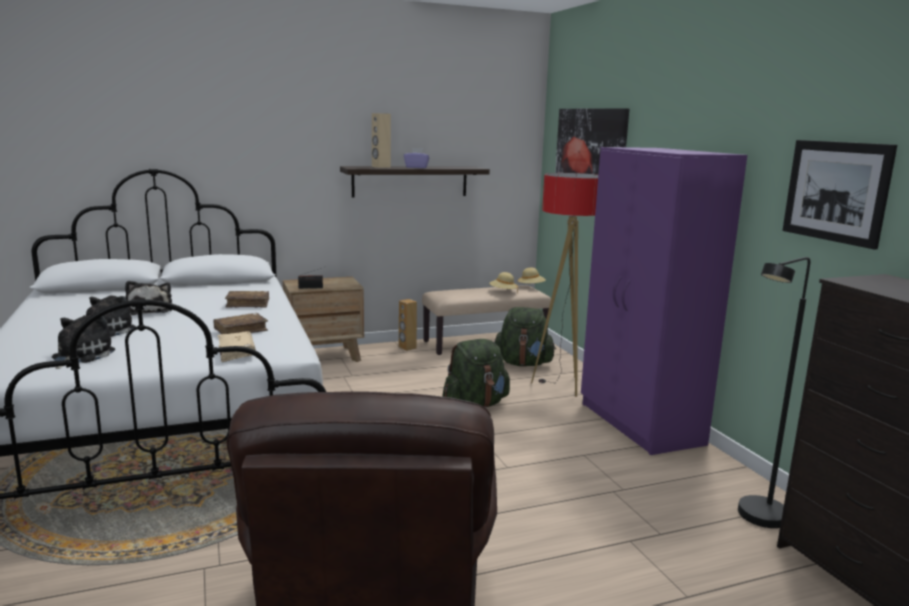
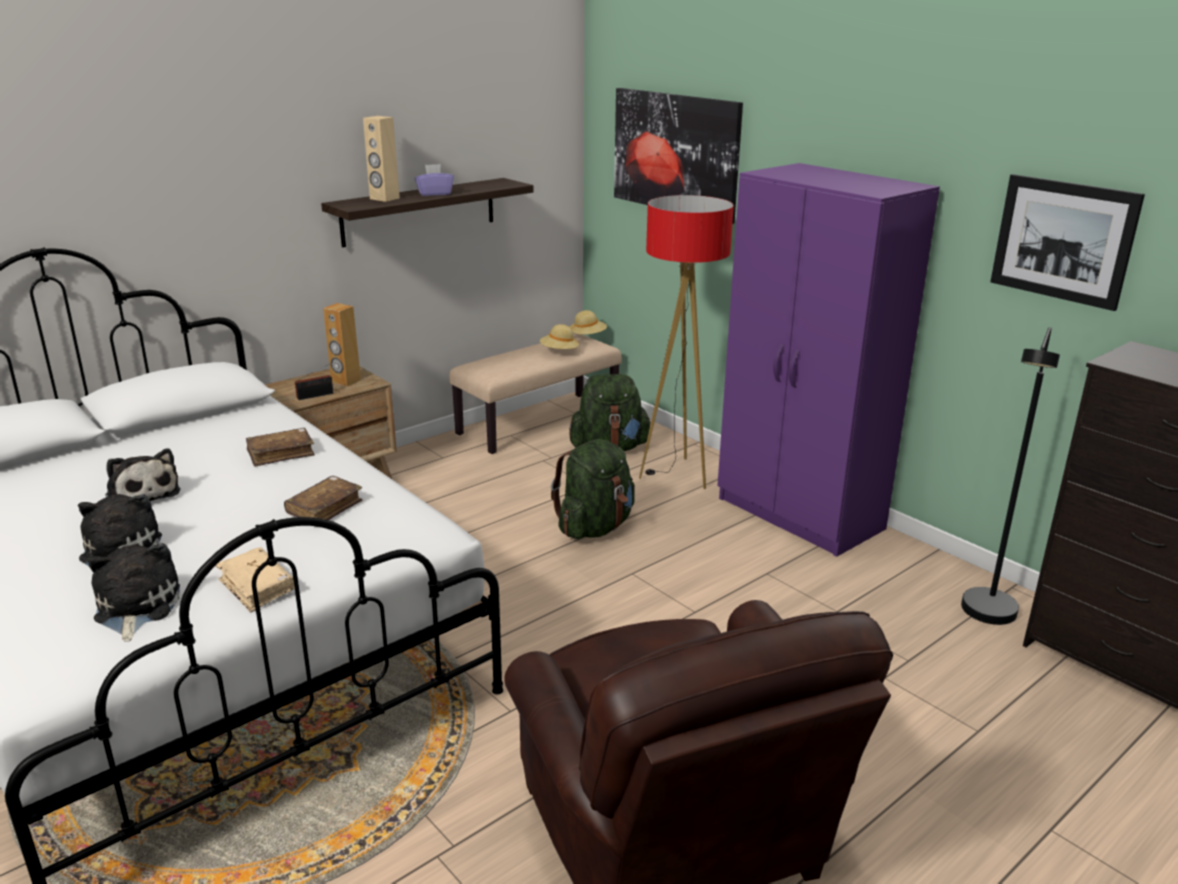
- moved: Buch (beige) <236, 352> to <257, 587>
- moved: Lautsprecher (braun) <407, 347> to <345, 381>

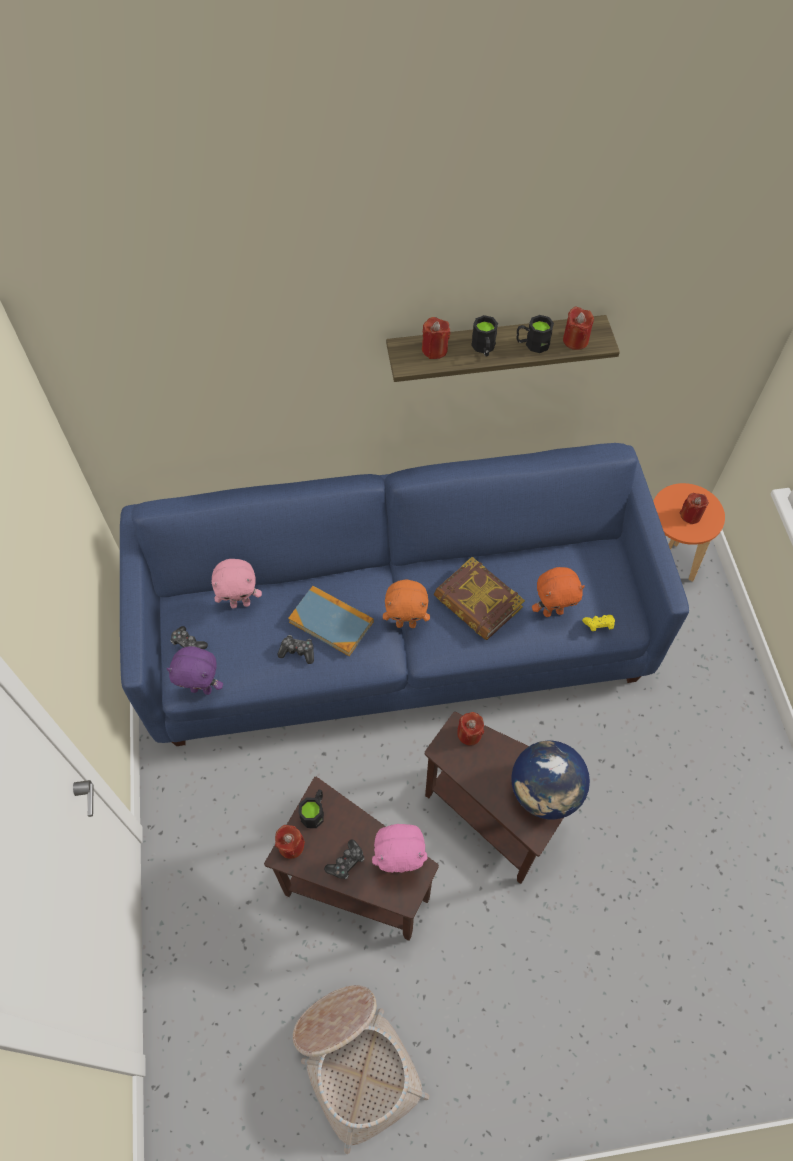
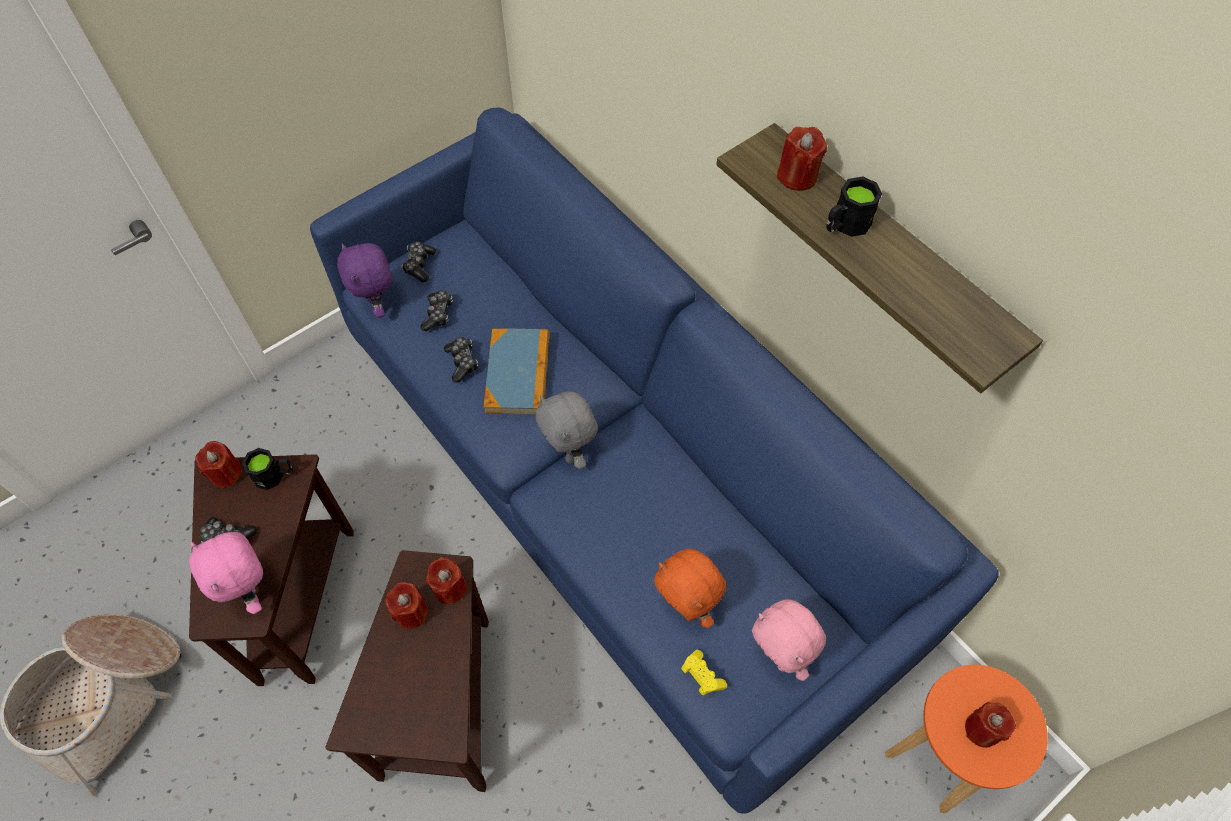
- moved: Plüschtier (rosa) <240, 603> to <778, 657>
- recoloured: Plüschtier (orange) <406, 623> to Plüschtier (grau) <569, 452>
- removed: Buch <477, 603>
- removed: Globus <545, 792>
- removed: Henkelbecher (schwarz) <532, 344>
- moved: Kerze (rot) <575, 340> to <411, 612>
- added: Gamepad <438, 314>

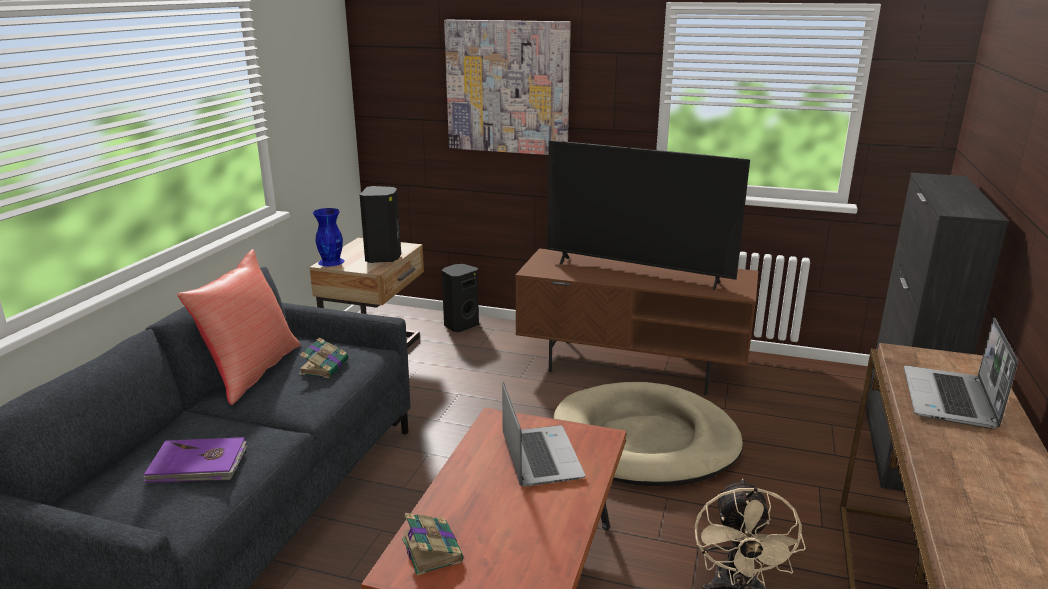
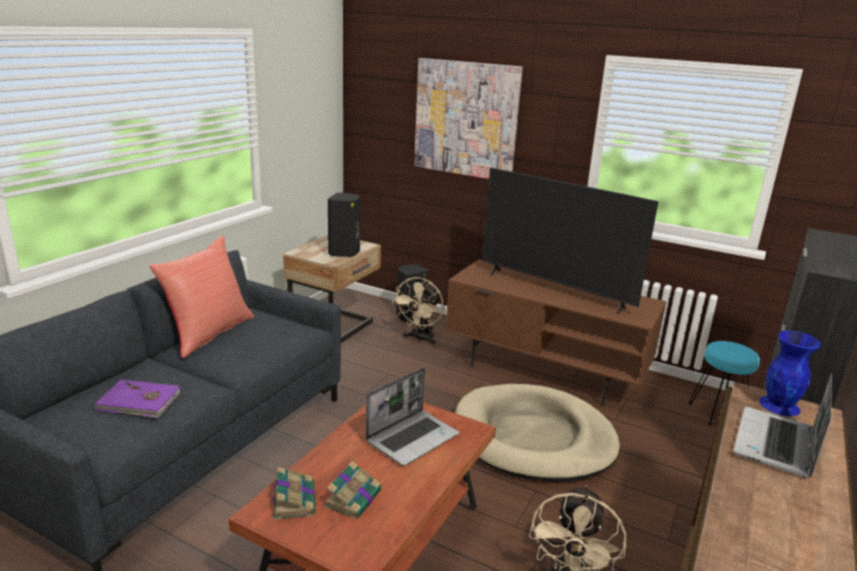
- moved: Buch <324, 366> to <353, 498>
- moved: Vase (blau) <331, 262> to <780, 405>
- turned: Laptop <539, 456> = <412, 438> 45 degrees clockwise
- added: Ventilator (beige) <420, 339>
- added: Hocker (türkis) <717, 413>

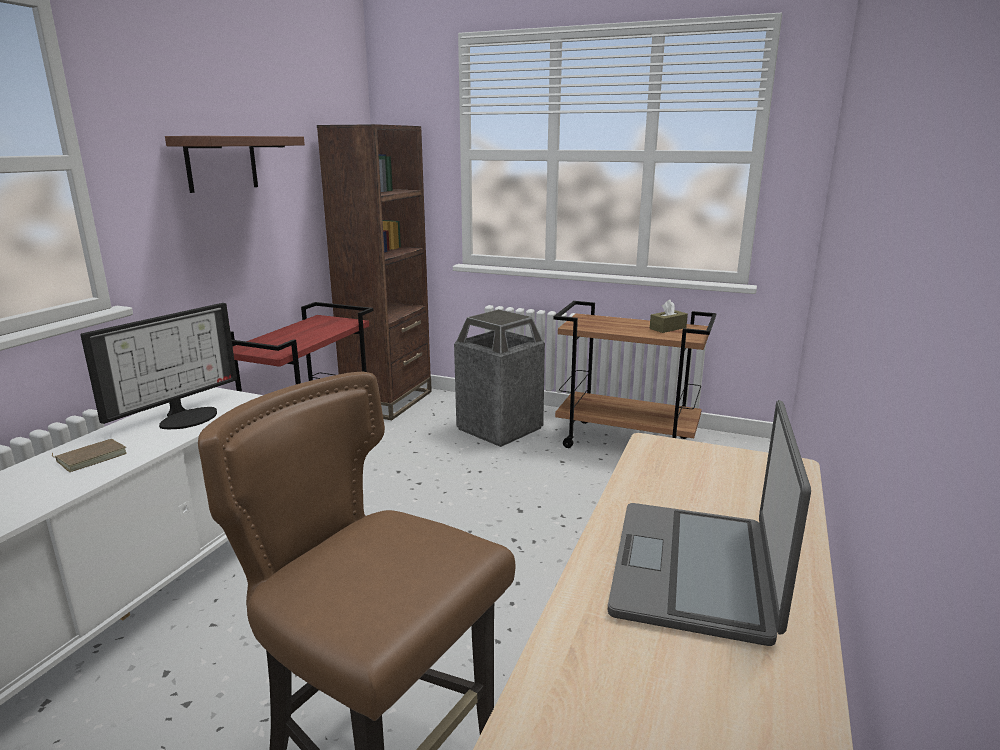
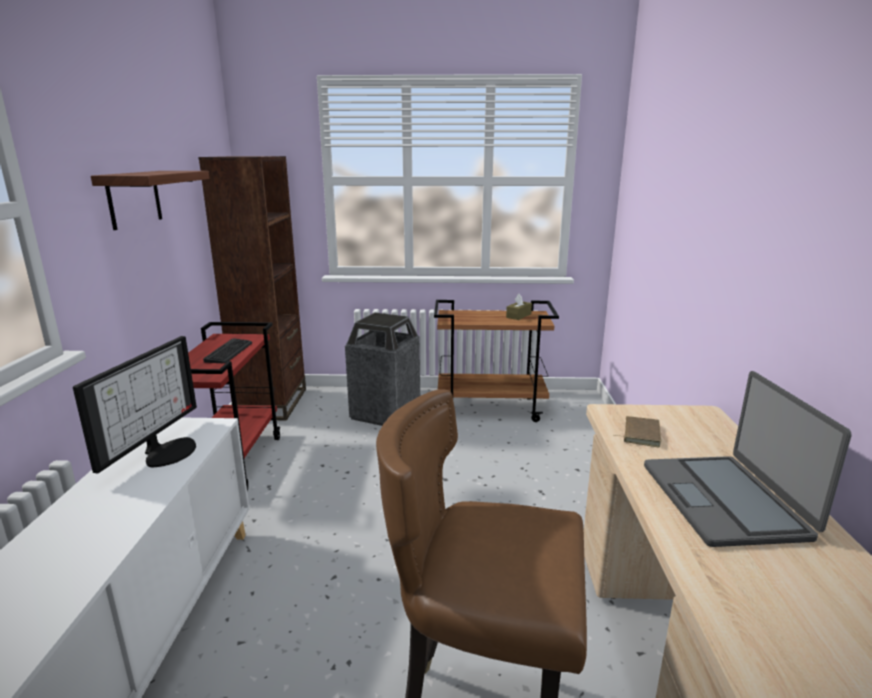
- moved: Buch (braun) <91, 457> to <639, 434>
- added: Tastatur <229, 352>

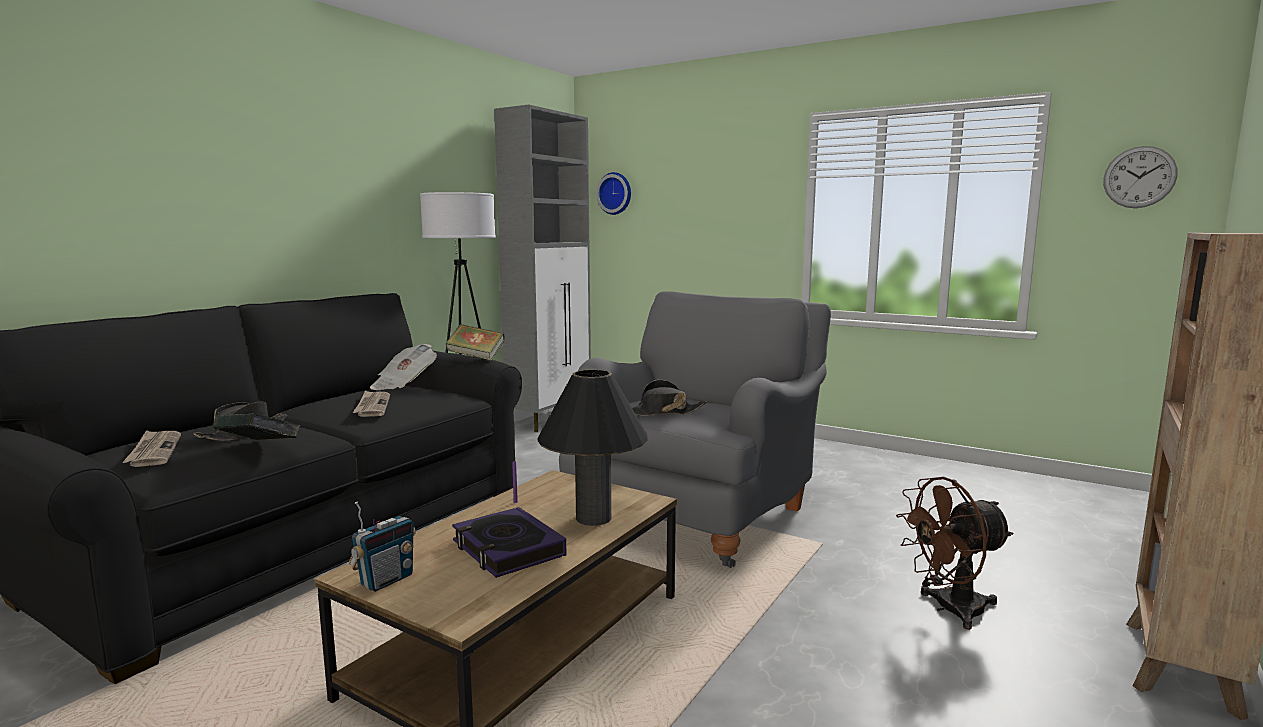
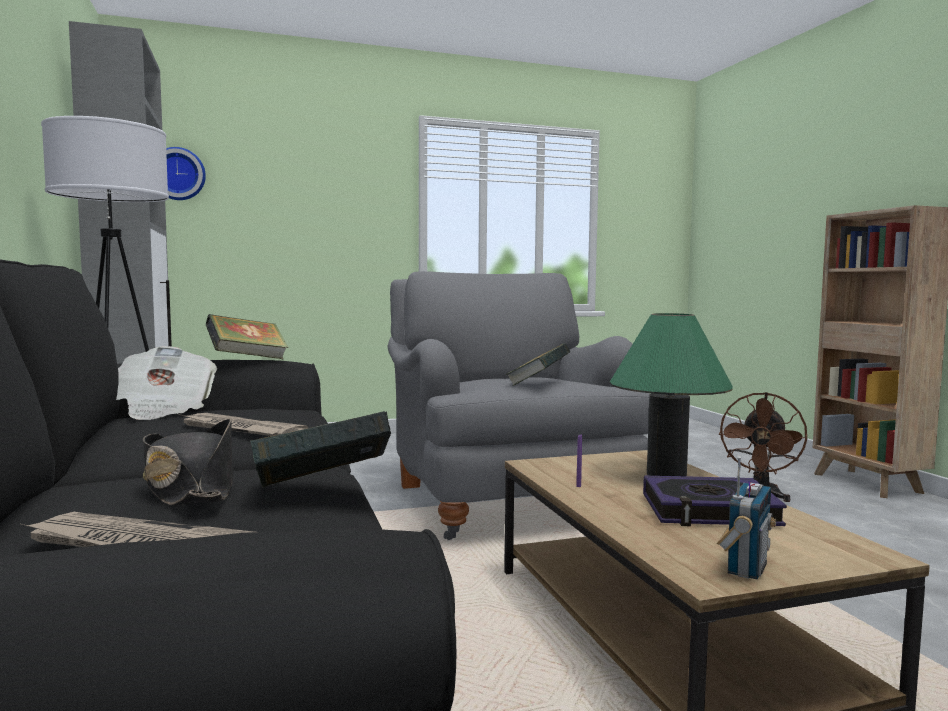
- turned: Radio <386, 580> = <745, 567> 45 degrees clockwise
- recoloured: Tischlampe (schwarz) <593, 518> to Tischlampe (grün) <666, 474>
- replaced: Hut (schwarz) <662, 412> to Buch <538, 384>
- removed: Wanduhr <1139, 177>

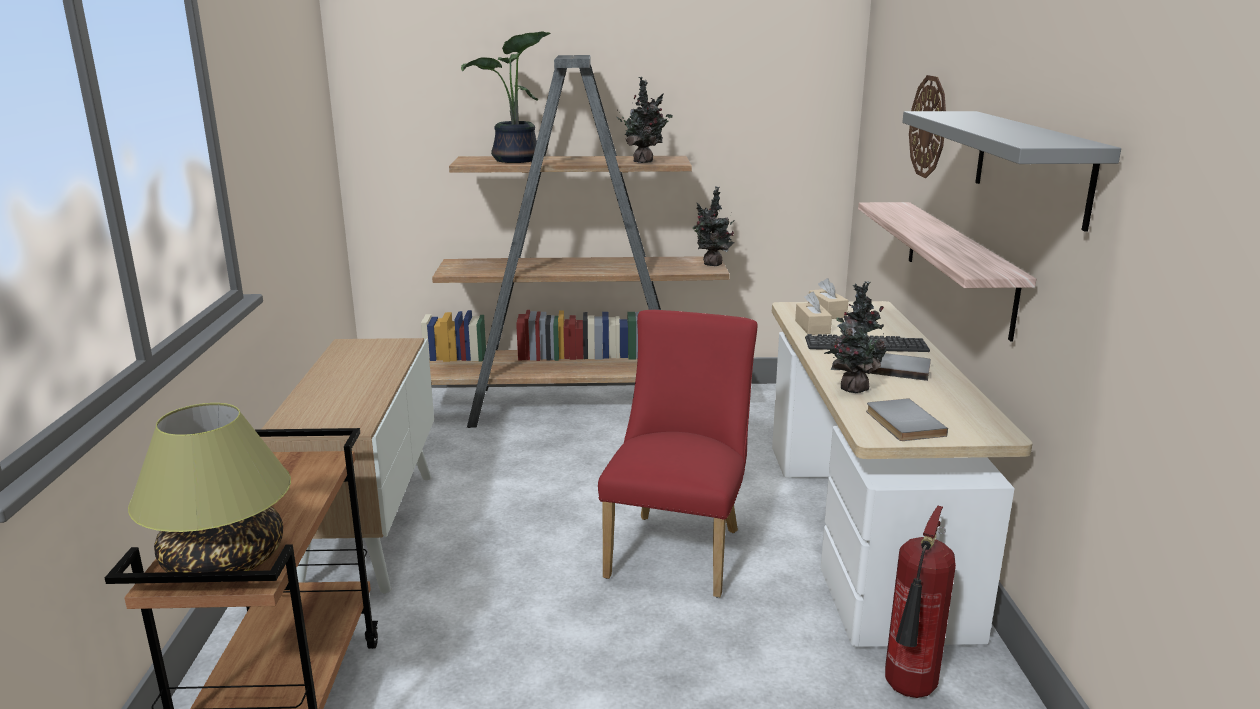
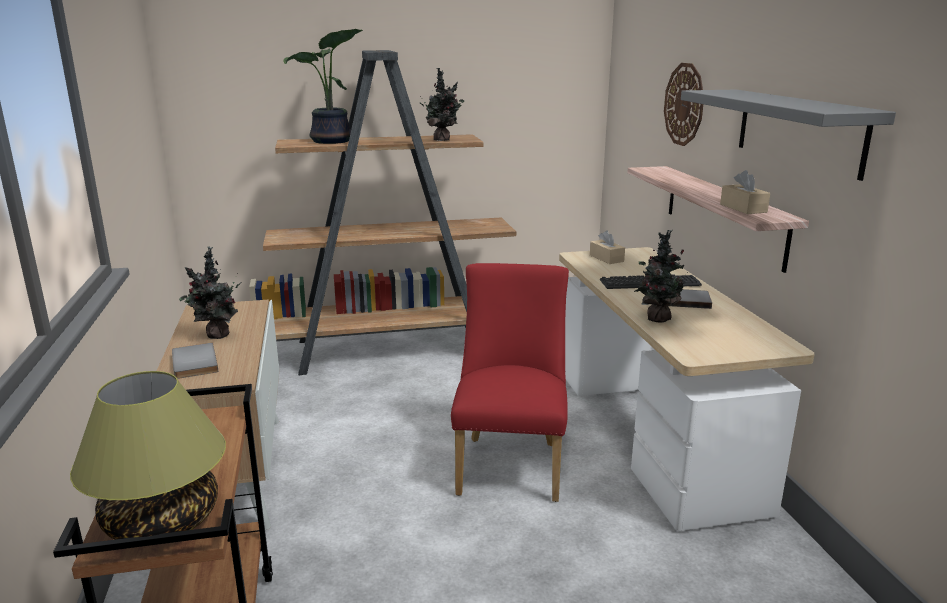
- moved: Topfpflanze <712, 264> to <217, 336>
- moved: Taschentuchbox (beige) <812, 327> to <743, 208>
- moved: Buch (grau) <902, 423> to <192, 363>
- removed: Feuerlöscher <909, 692>

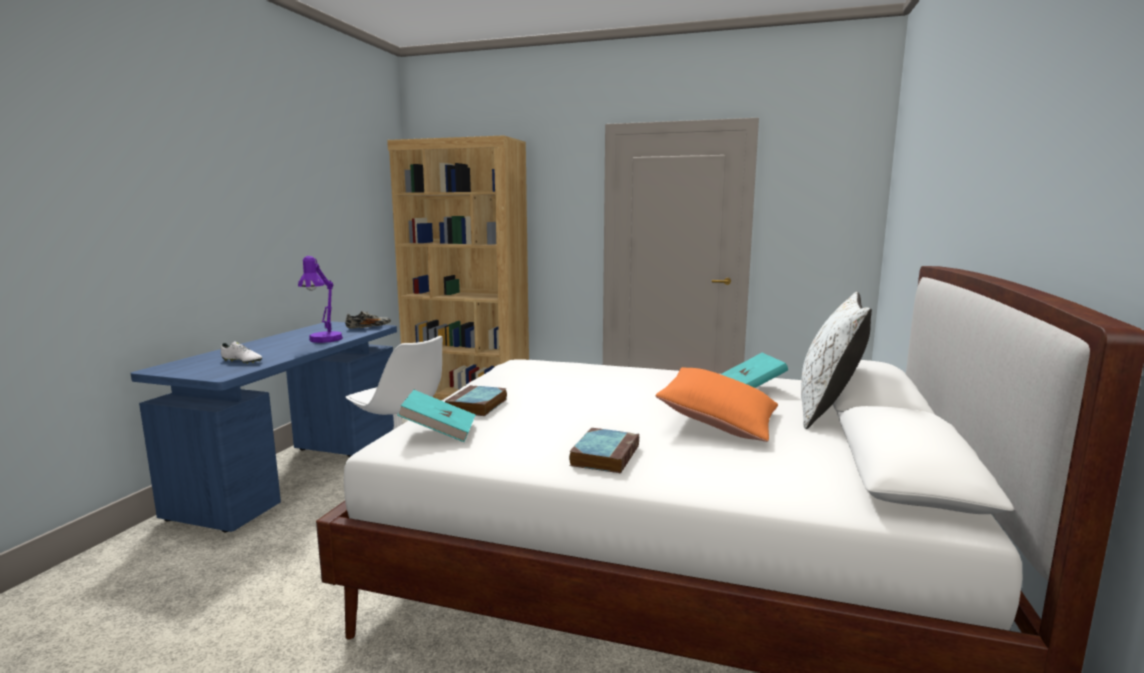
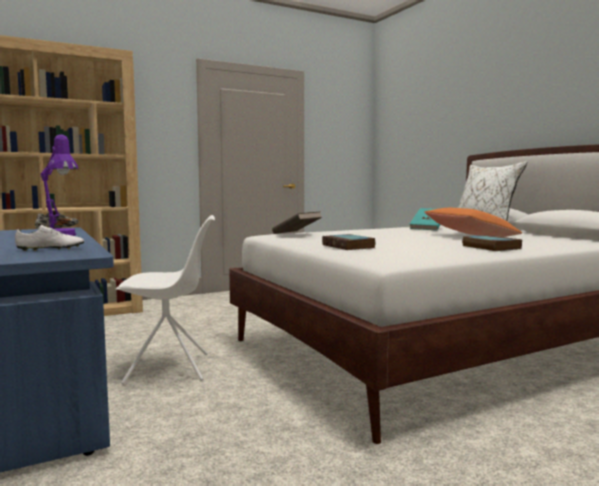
- removed: Buch (türkis) <439, 432>
- added: Buch (braun) <296, 234>

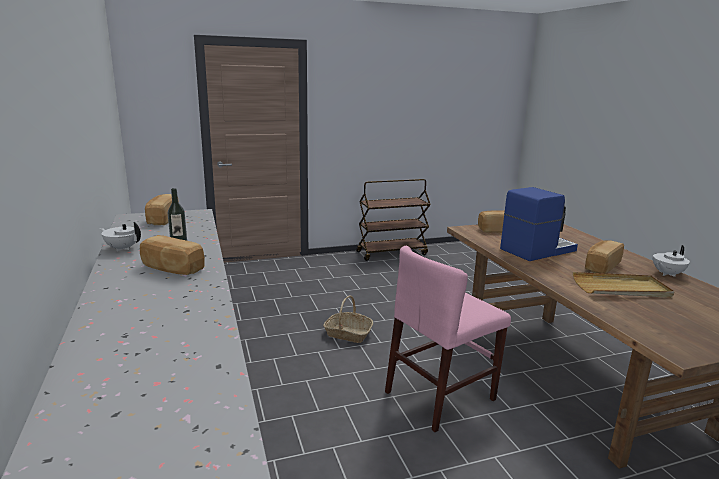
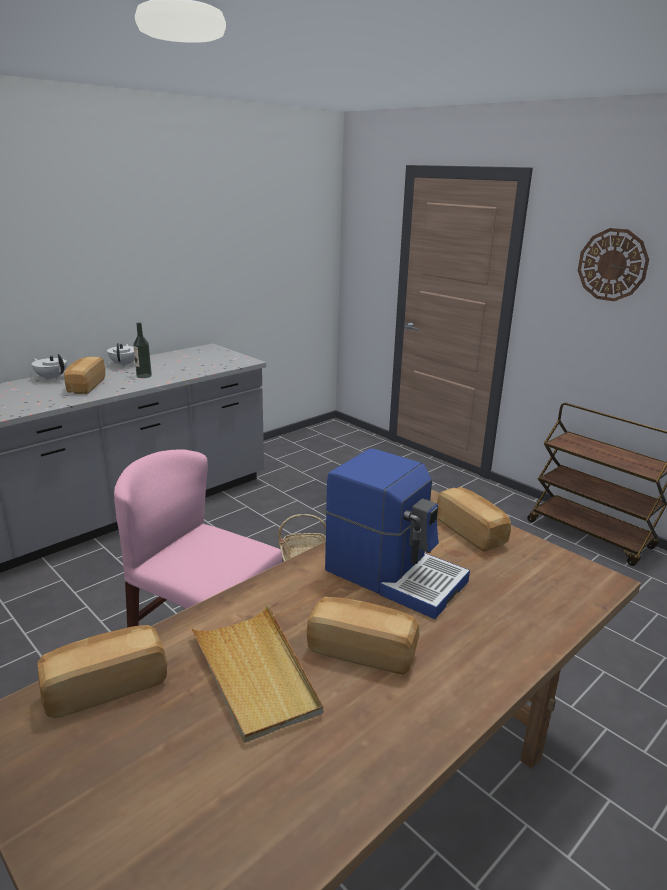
- moved: Brot <162, 219> to <106, 686>
- moved: Teekanne (weiß) <666, 274> to <51, 378>
- added: Wanduhr <612, 265>

